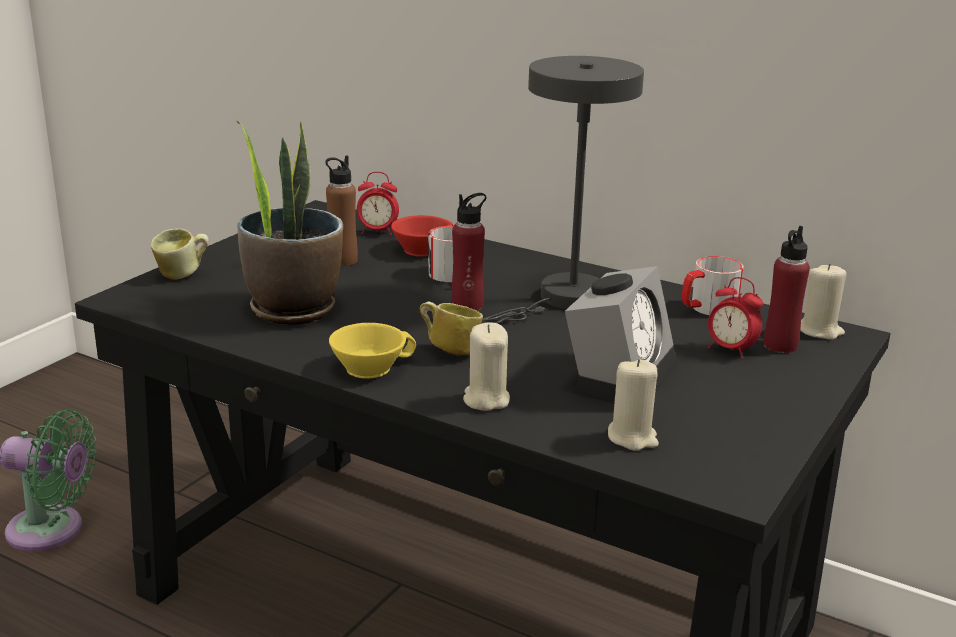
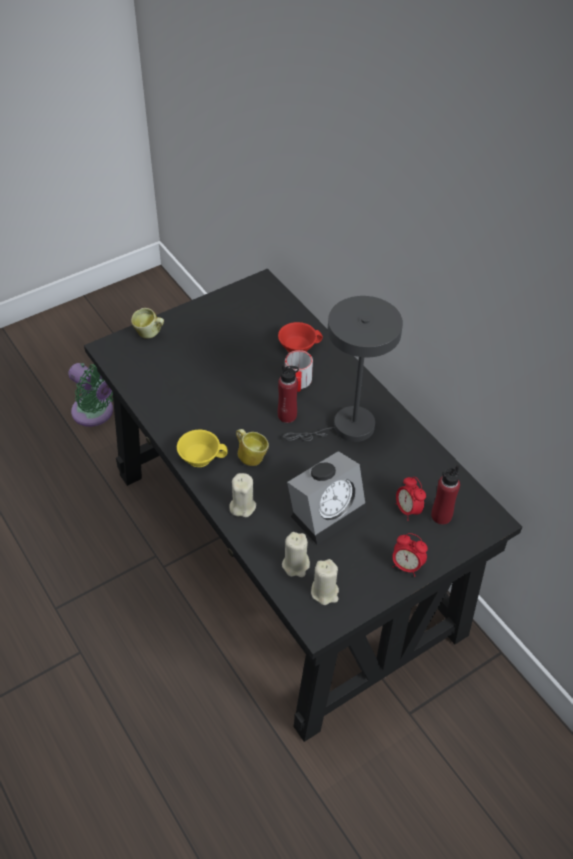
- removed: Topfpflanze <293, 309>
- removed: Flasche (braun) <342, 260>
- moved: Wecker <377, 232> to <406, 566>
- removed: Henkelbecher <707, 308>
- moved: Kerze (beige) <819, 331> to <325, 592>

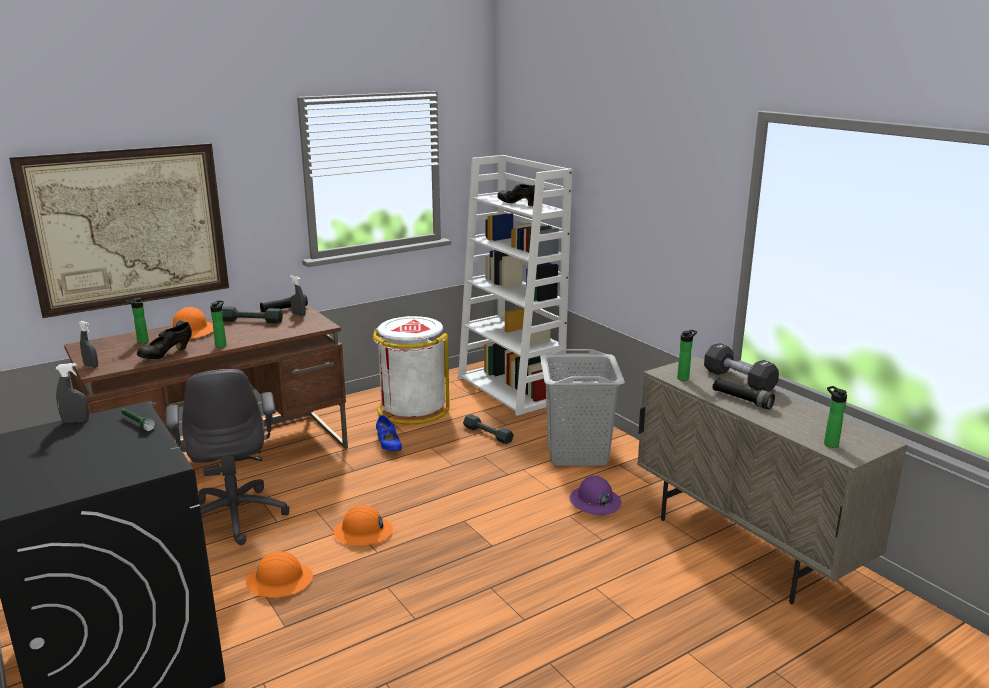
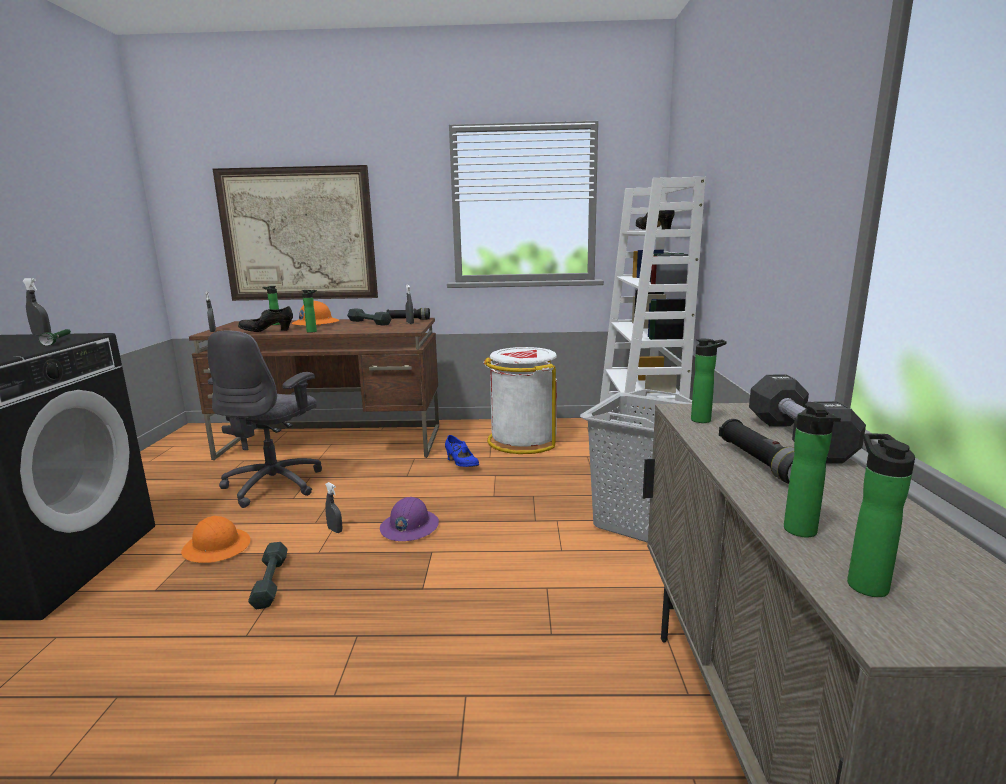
- replaced: Schutzhelm (orange) <363, 532> to Sprühflasche (grau) <335, 530>
- turned: Schuh (blau) <388, 446> = <461, 464> 45 degrees counterclockwise
- moved: Hantel (grau) <488, 434> to <270, 581>
- moved: Schutzhelm (lila) <594, 502> to <409, 527>
- added: Flasche <802, 533>

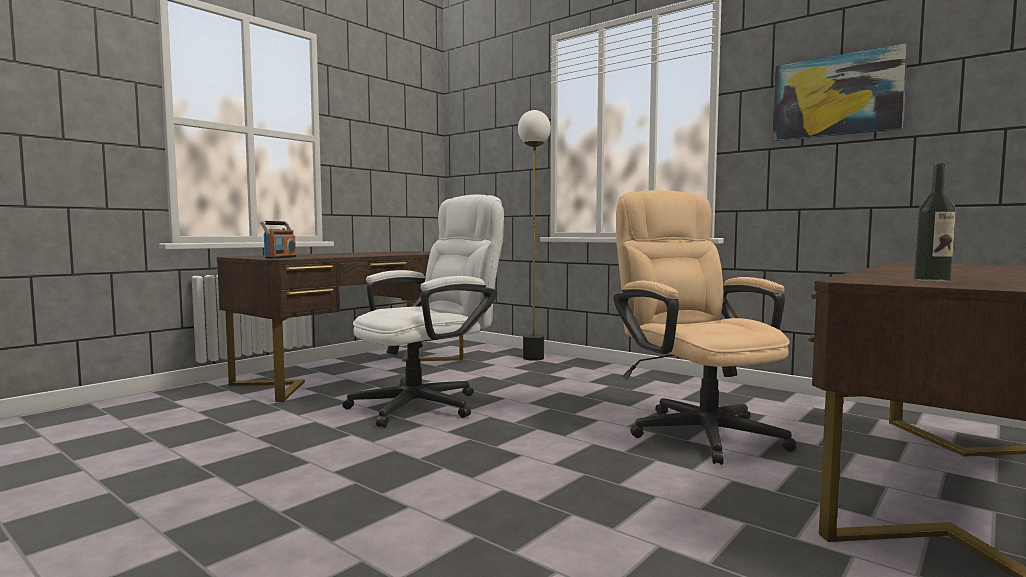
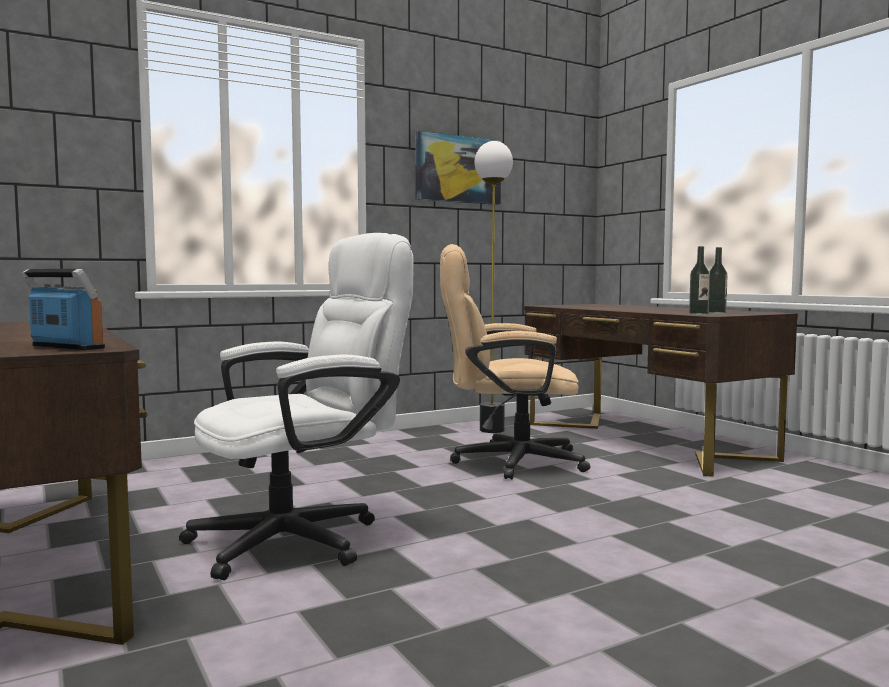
- turned: Bürostuhl (weiß) <427, 404> = <303, 538> 75 degrees clockwise
- moved: Stehlampe <533, 358> to <492, 430>
- added: Flasche <698, 314>

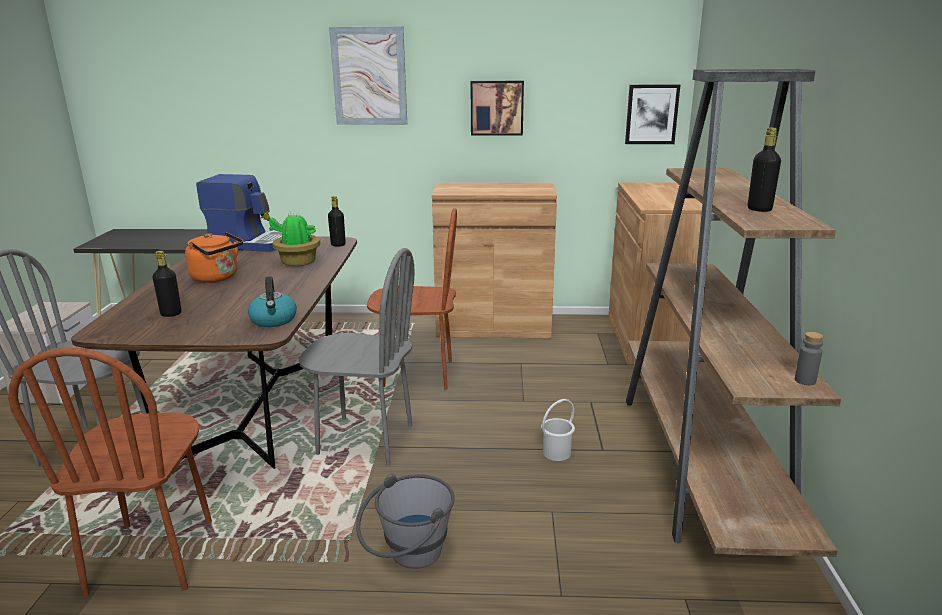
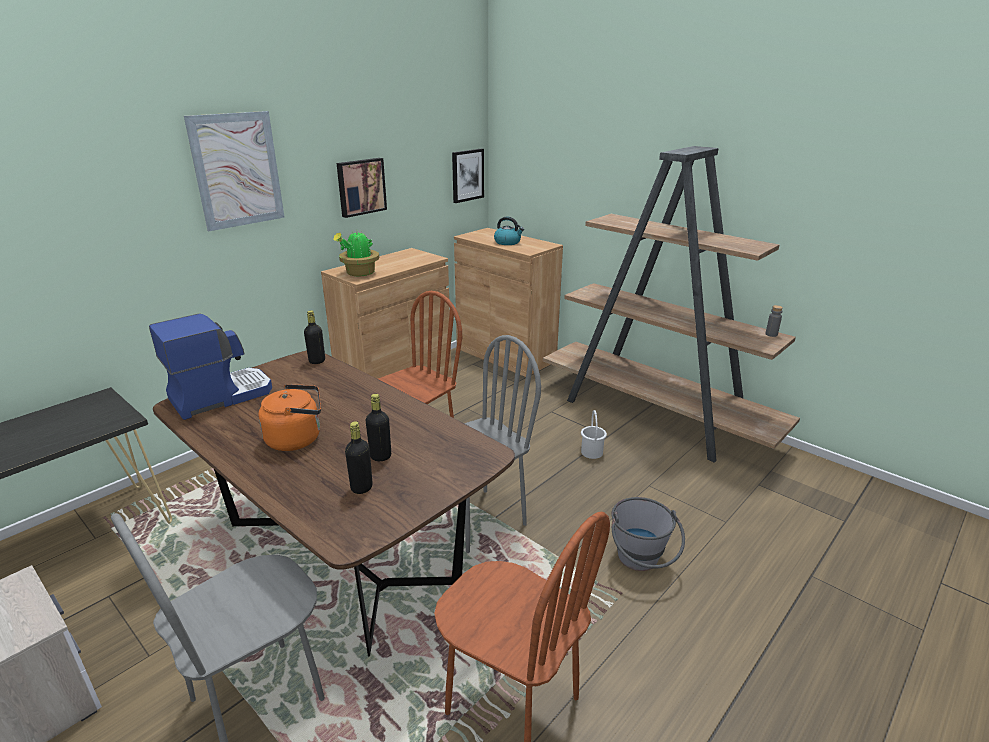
- moved: Wasserkessel <274, 320> to <508, 242>
- moved: Topfpflanze <296, 262> to <359, 273>
- moved: Flasche (schwarz) <759, 209> to <380, 456>

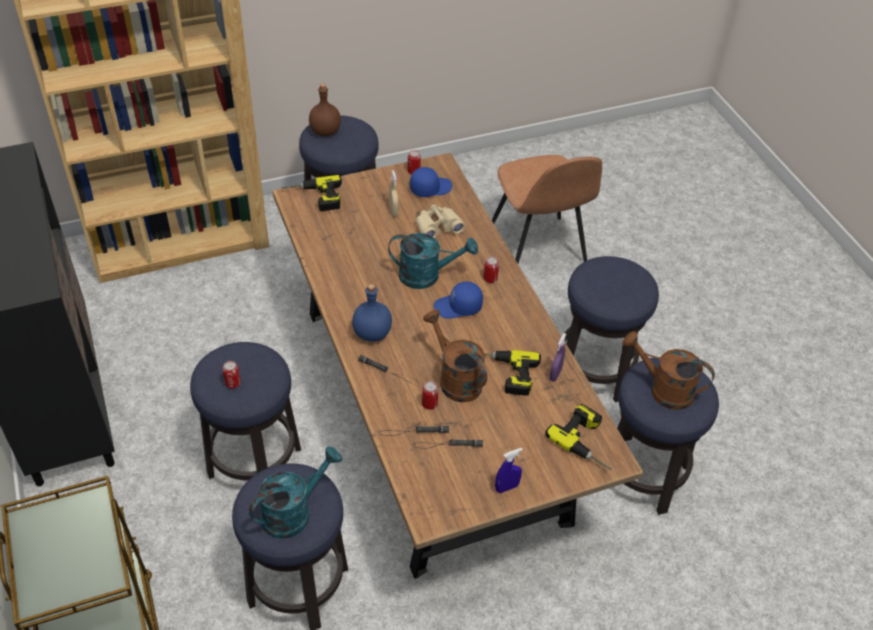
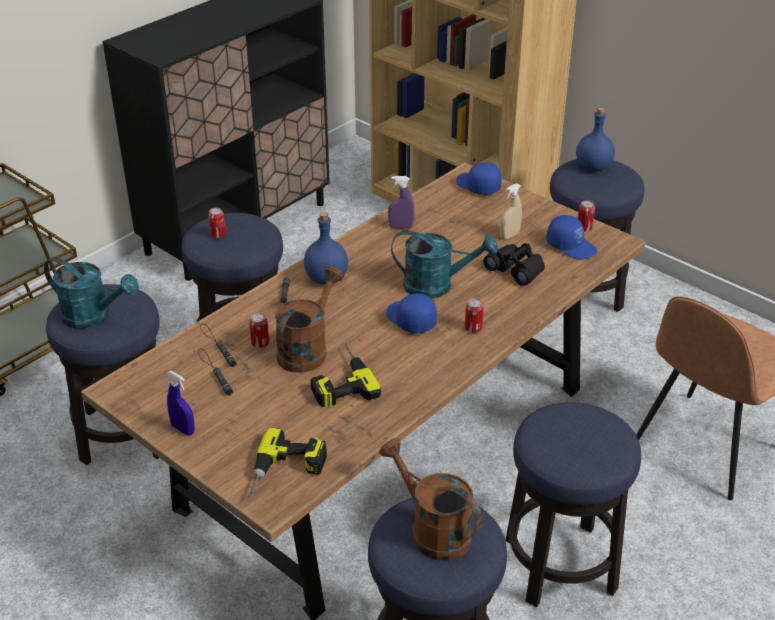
- replaced: Bohrmaschine <314, 198> to Kappe (blau) <477, 186>
- recoloured: Flasche (braun) <325, 131> to Flasche (blau) <594, 167>
- turned: Gießkanne (türkis) <427, 275> = <437, 285> 60 degrees counterclockwise
- recoloured: Fernglas (beige) <438, 227> to Fernglas (schwarz) <516, 269>
- moved: Sprühflasche (lila) <555, 374> to <401, 227>
- turned: Gießkanne (braun) <663, 389> = <432, 530> 45 degrees counterclockwise

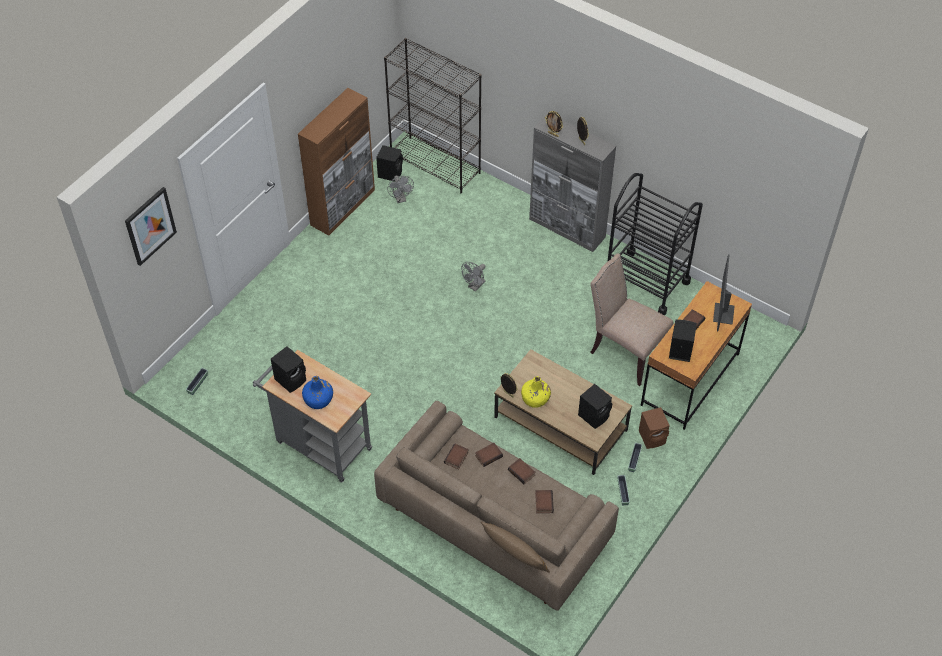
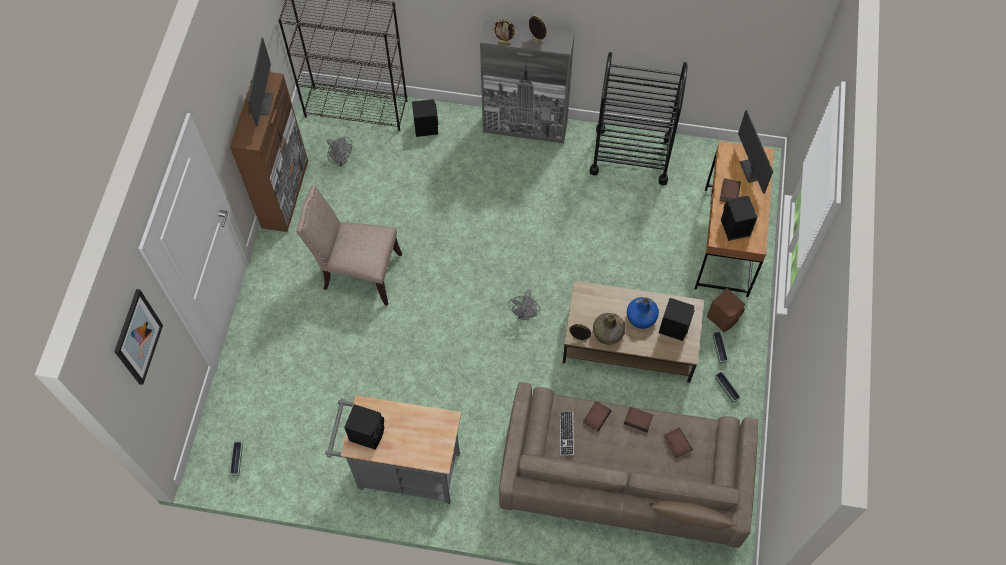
- moved: Flasche (blau) <318, 399> to <641, 317>
- moved: Lautsprecher (schwarz) <390, 173> to <426, 126>
- replaced: Buch <457, 458> to Tastatur <566, 433>
- moved: Ventilator (grau) <475, 286> to <525, 314>
- recoloured: Flasche (gelb) <535, 399> to Flasche (grün) <608, 333>
- moved: Stuhl (beige) <625, 351> to <358, 273>
- added: Monitor <261, 103>

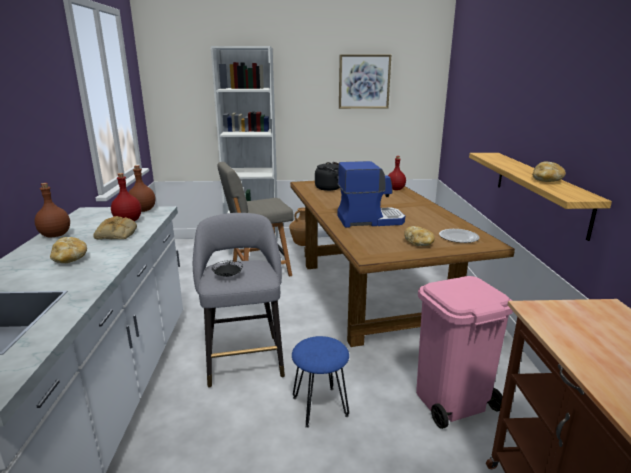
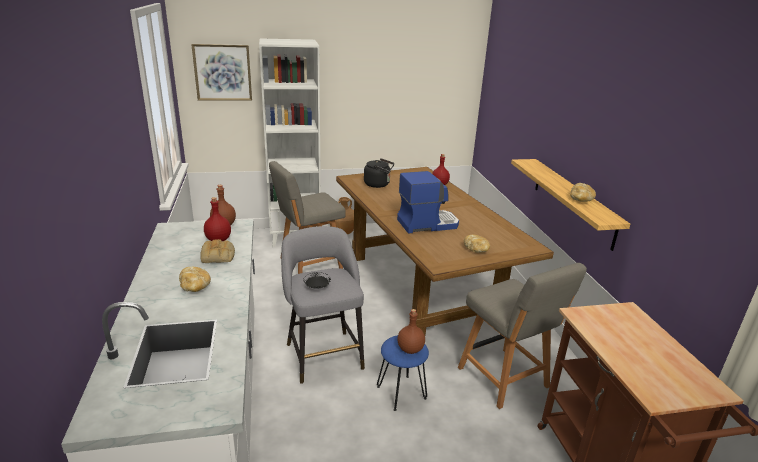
- moved: Flasche (braun) <55, 235> to <410, 349>
- moved: Bild <364, 81> to <222, 72>
- replaced: Mülleimer (rosa) <451, 401> to Stuhl (grau) <505, 379>
- removed: Teller <458, 237>

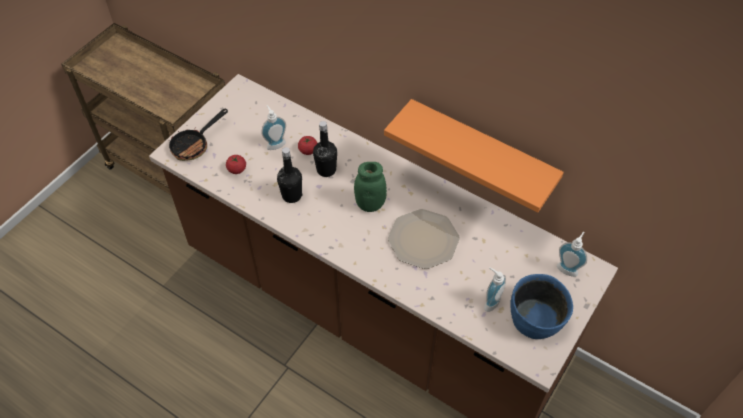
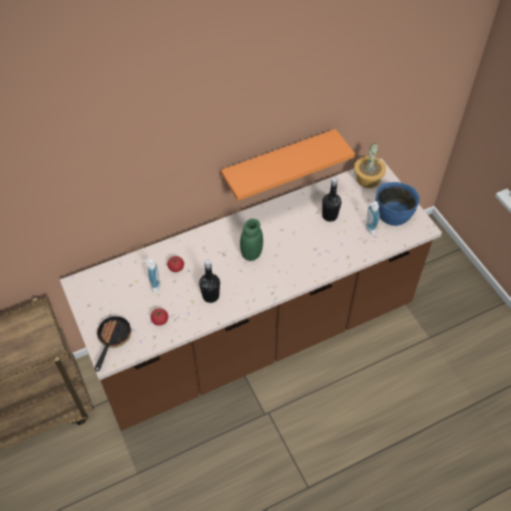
- turned: Pfanne <194, 145> = <112, 339> 150 degrees counterclockwise
- moved: Flasche (schwarz) <326, 170> to <329, 216>
- removed: Teller <424, 239>
- replaced: Seifenspender <568, 268> to Topfpflanze <368, 180>

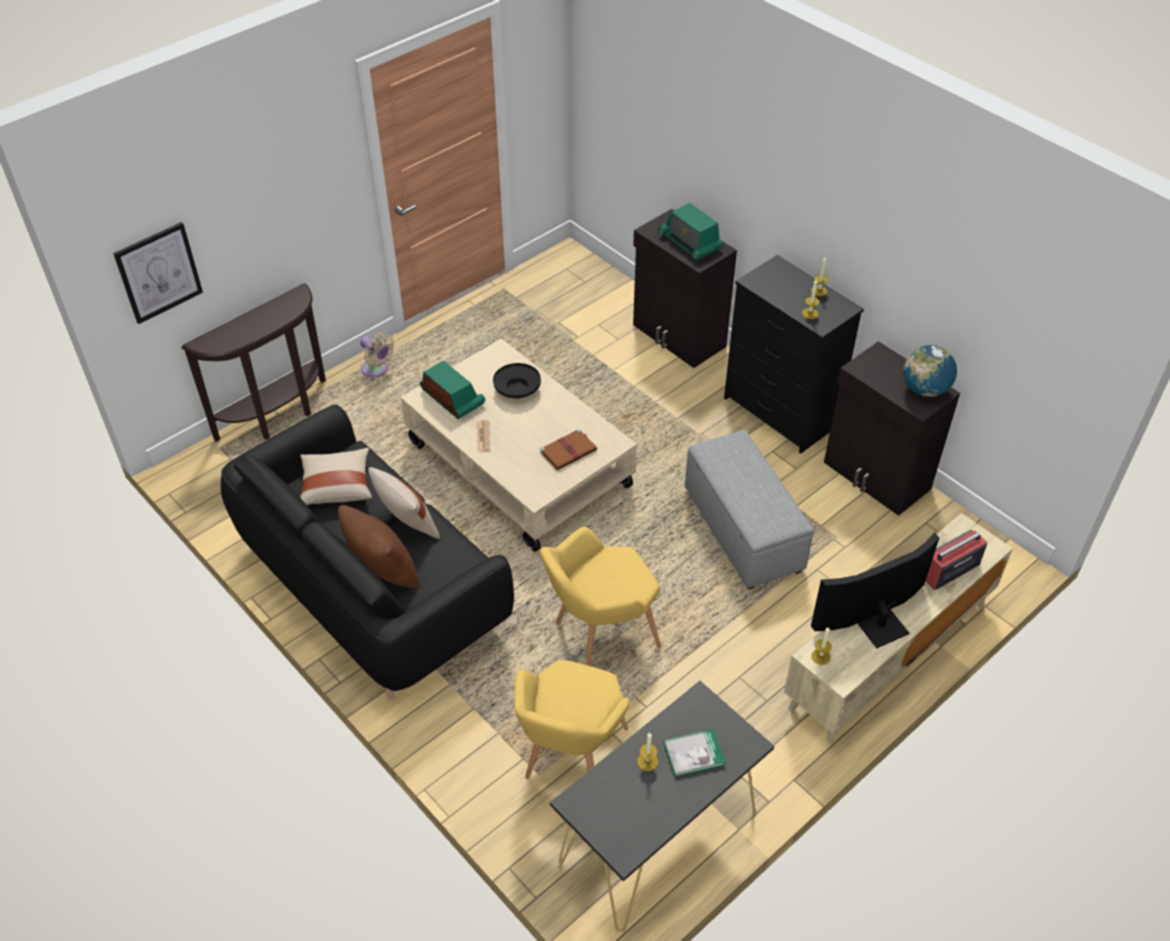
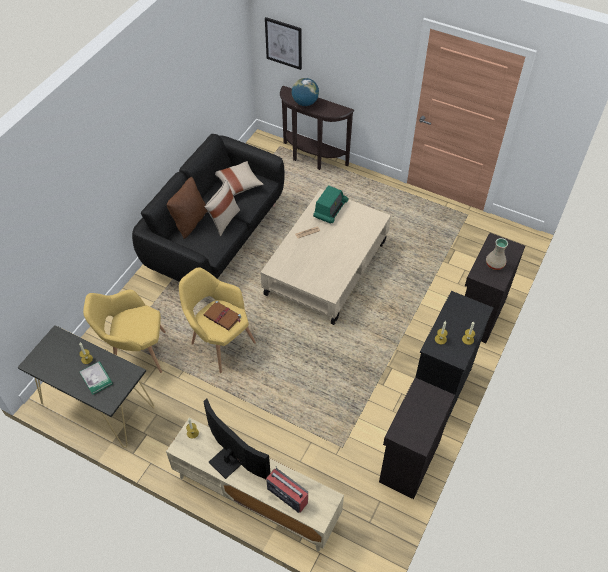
- removed: Ventilator (beige) <377, 370>
- removed: Schüssel (schwarz) <517, 390>
- moved: Buch (braun) <569, 451> to <223, 317>
- replaced: Radio <690, 242> to Vase (beige) <495, 264>
- removed: Polsterhocker (grau) <742, 529>
- moved: Globus <925, 390> to <305, 103>

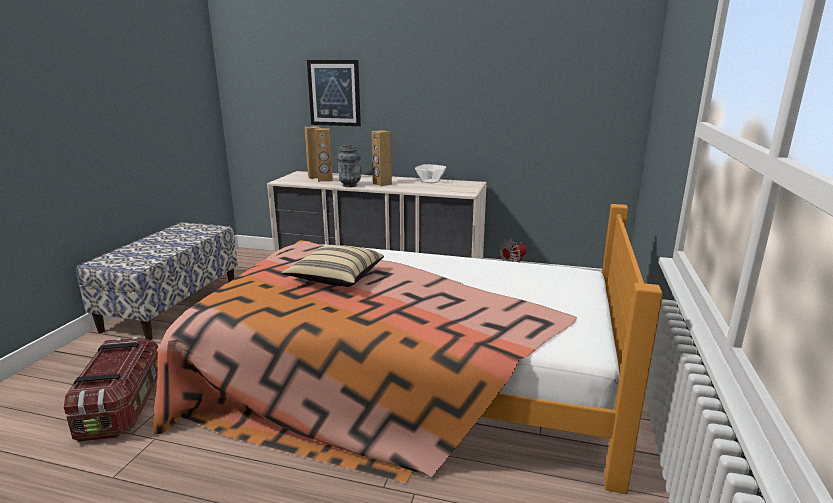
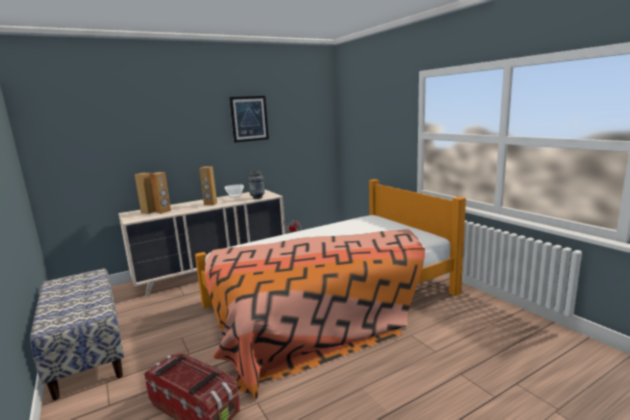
- removed: Kissen (beige) <336, 278>
- moved: Bild <334, 93> to <249, 118>
- moved: Vase <350, 185> to <257, 198>

